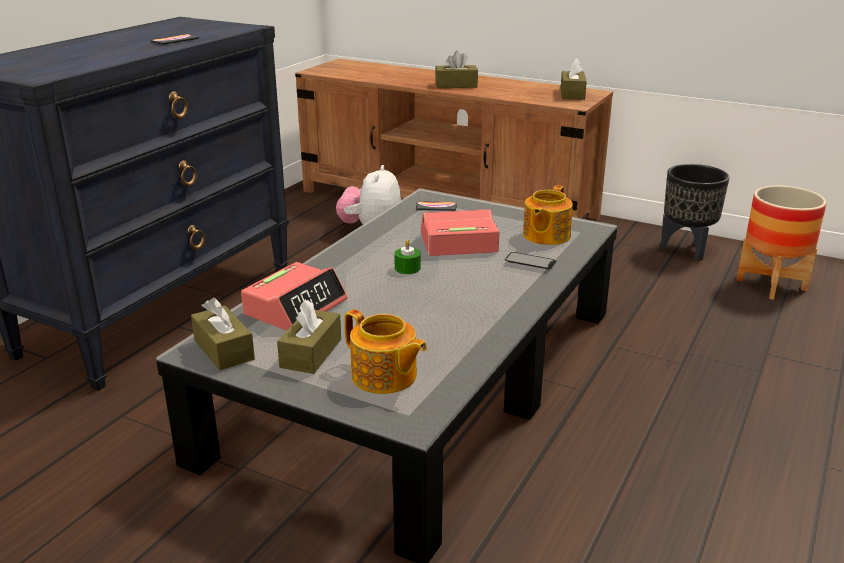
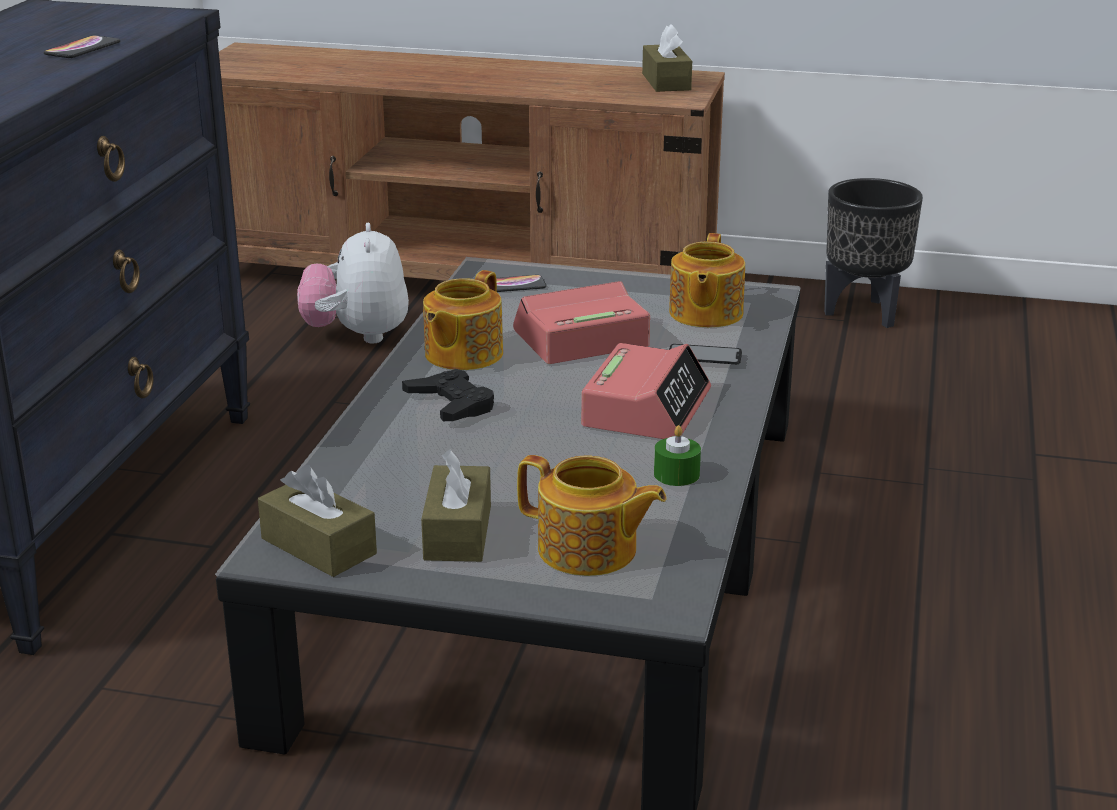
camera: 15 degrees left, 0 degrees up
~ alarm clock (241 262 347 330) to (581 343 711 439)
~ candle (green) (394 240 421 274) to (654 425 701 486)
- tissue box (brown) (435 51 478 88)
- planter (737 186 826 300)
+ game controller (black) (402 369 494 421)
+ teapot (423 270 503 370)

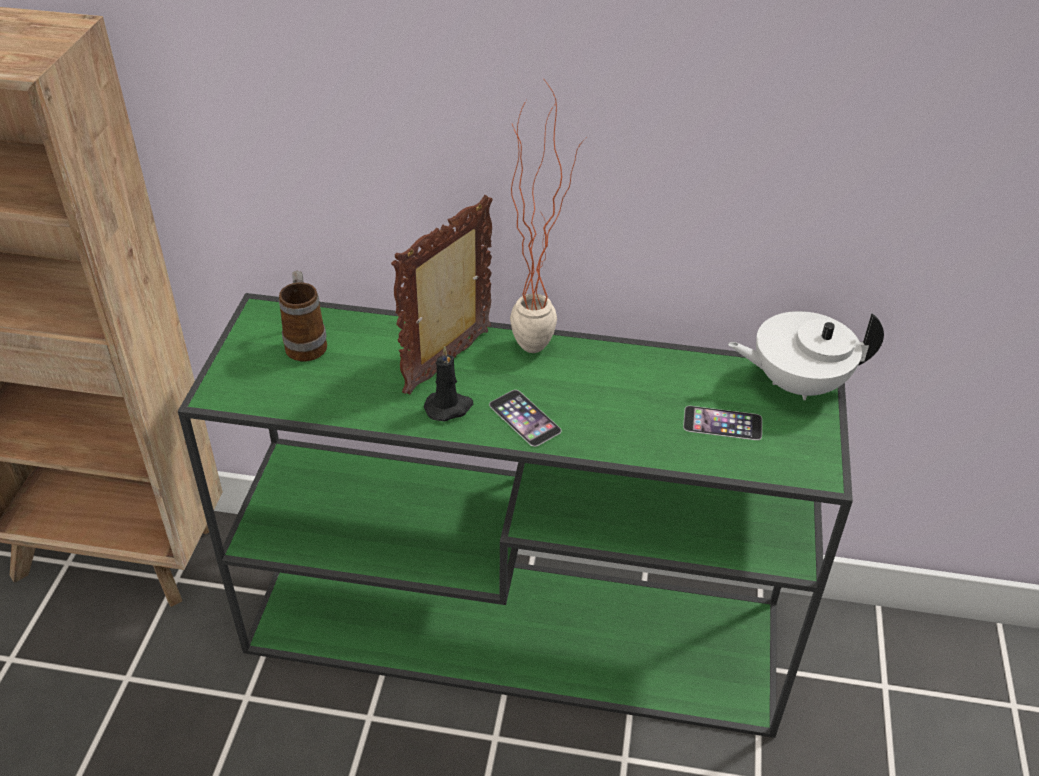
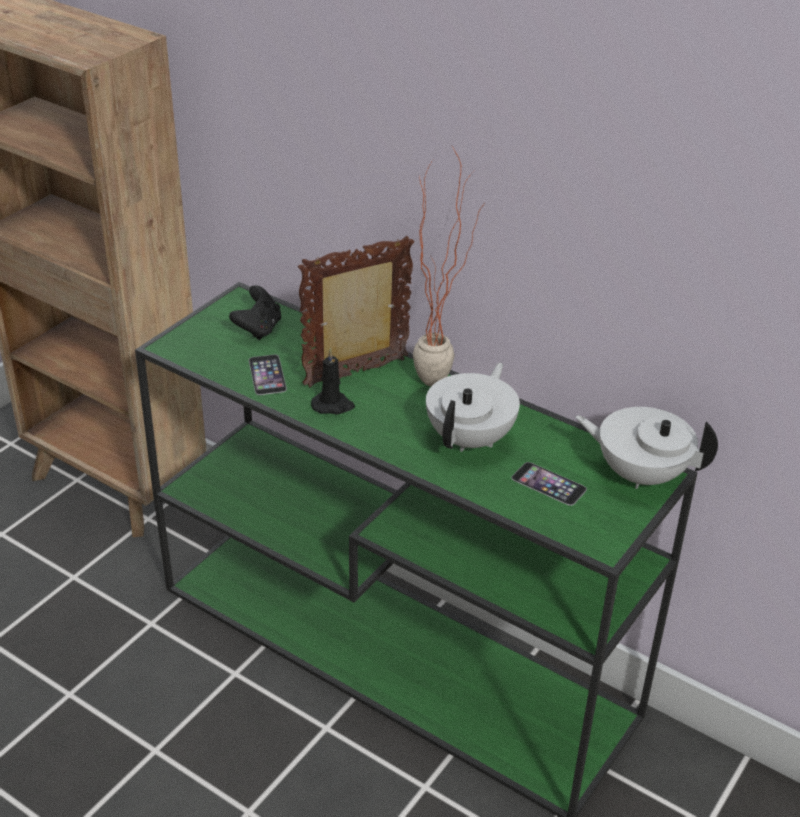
camera: 25 degrees right, 5 degrees down
~ mug (279 271 327 361) to game controller (black) (229 285 281 340)
~ phone (489 390 561 447) to (249 355 287 395)
+ teapot (white) (426 363 520 452)

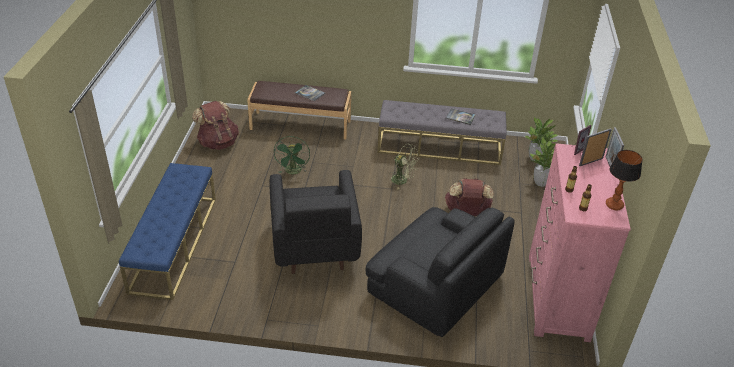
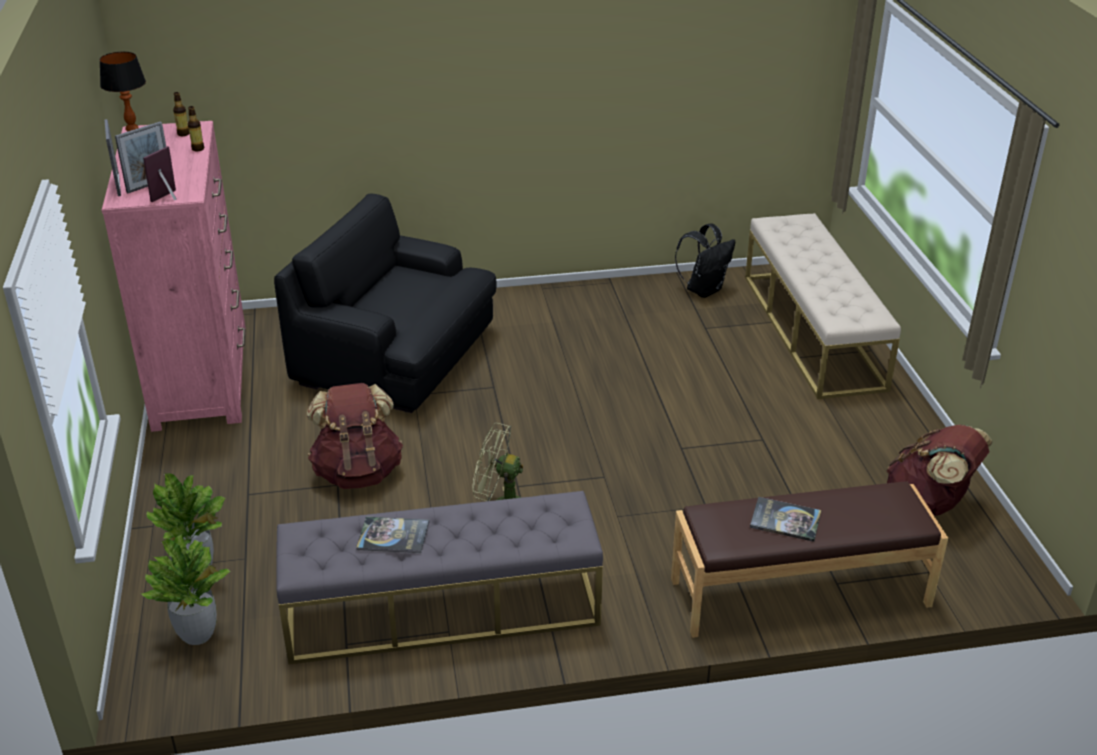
camera: 165 degrees right, 5 degrees down
~ bench (blue) (119 163 216 300) to bench (beige) (745 213 901 399)
- armchair (black) (270 170 362 274)
- fan (green) (274 136 310 174)
+ backpack (black) (675 224 735 298)

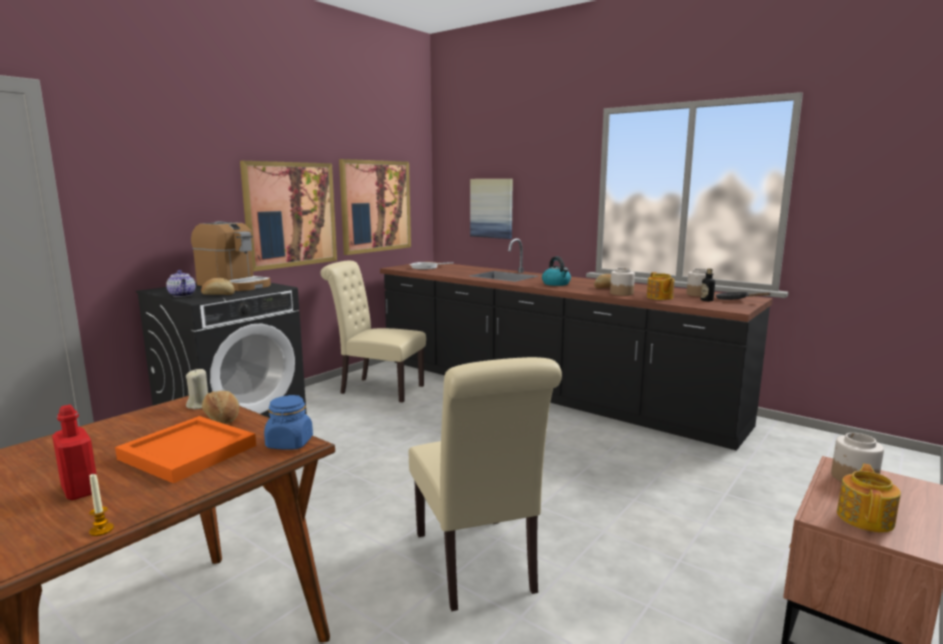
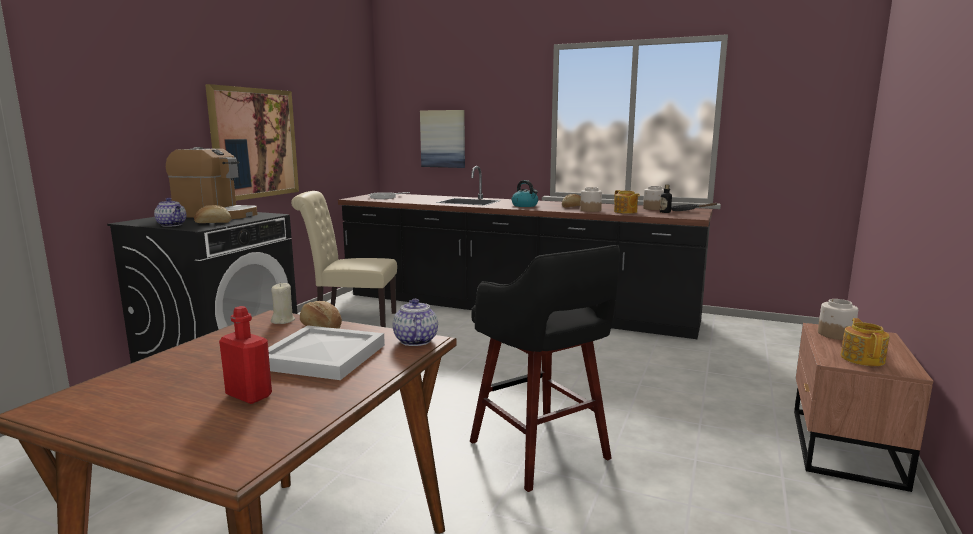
camera: 15 degrees left, 0 degrees up
- candle (89 473 114 536)
~ tray (orange) (115 416 256 483) to tray (white) (268 325 385 380)
~ jar (blue) (264 395 313 450) to teapot (393 299 438 346)
- picture (339 159 411 255)
~ chair (beige) (409 357 562 611) to stool (black) (470 245 620 492)

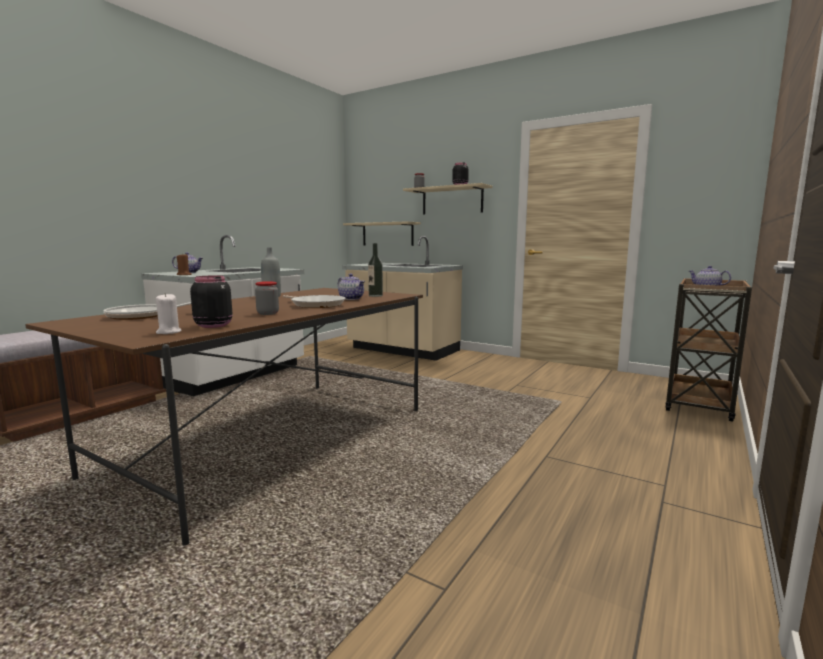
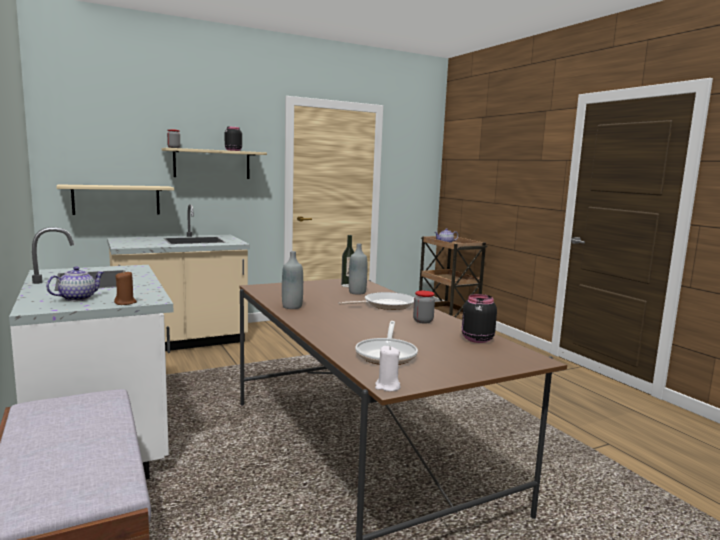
camera: 60 degrees left, 0 degrees up
~ candle (white) (156 293 182 334) to (375 346 401 391)
~ teapot (338 274 365 300) to bottle (grey) (349 243 367 295)

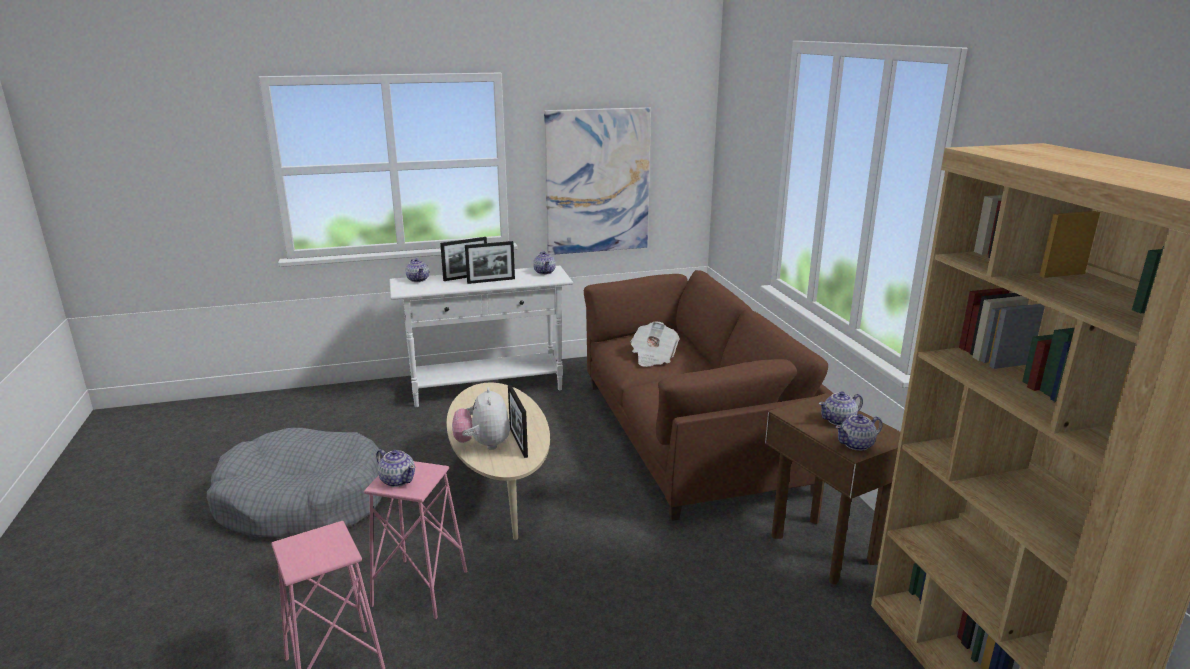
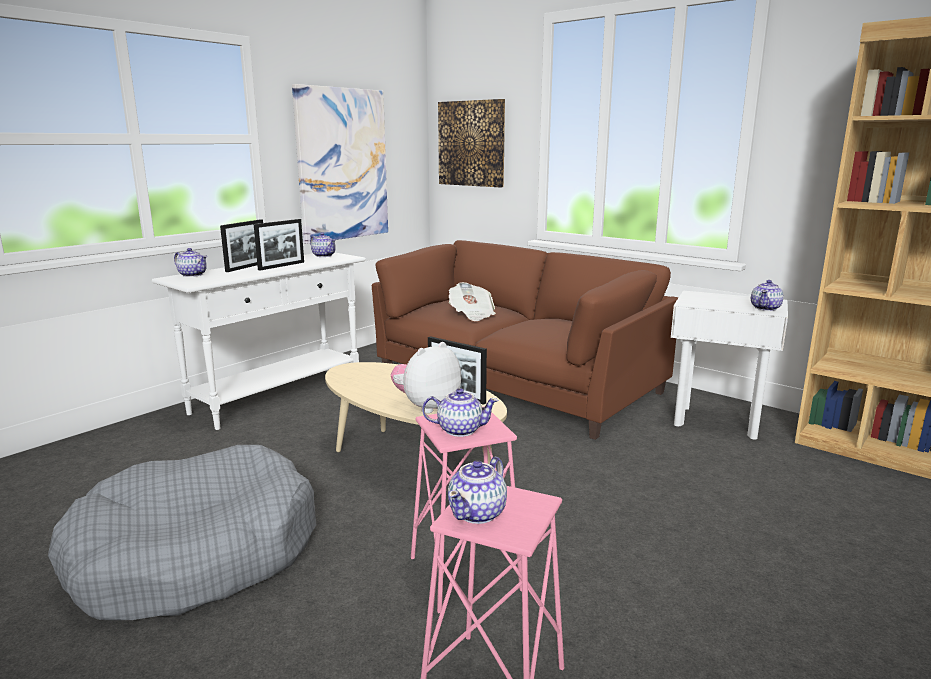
camera: 35 degrees left, 5 degrees down
~ plush toy (452 387 510 450) = (391 342 461 414) 90 degrees clockwise
~ side table (brown) (765 393 901 584) to side table (white) (671 291 788 440)
~ teapot (819 391 863 425) to (448 456 507 524)
+ picture (438 99 505 187)

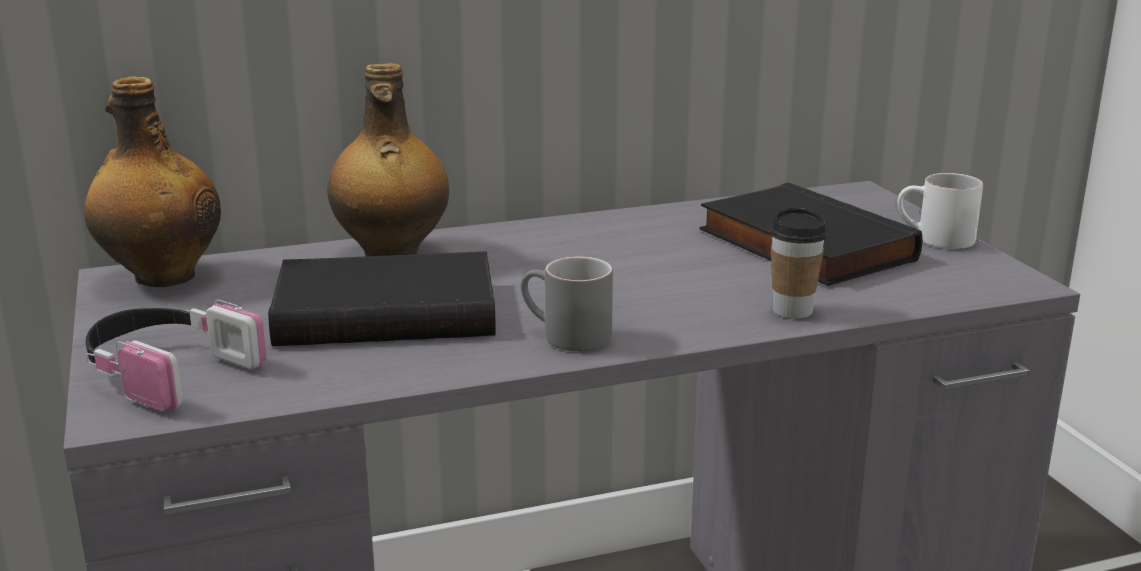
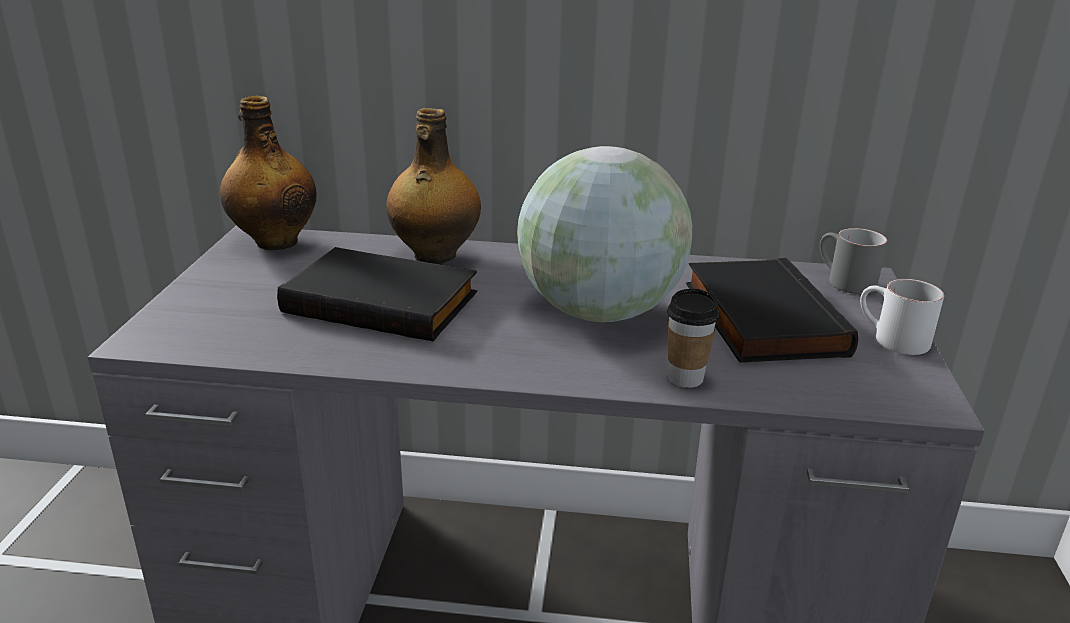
camera: 25 degrees right, 5 degrees up
- headphones (86 300 266 411)
~ mug (grey) (521 256 613 351) to (820 228 888 294)
+ globe (517 146 692 322)

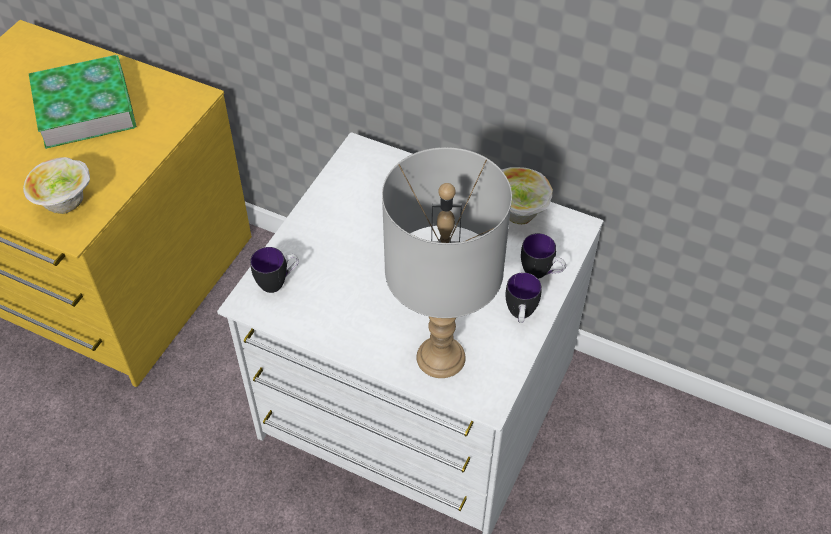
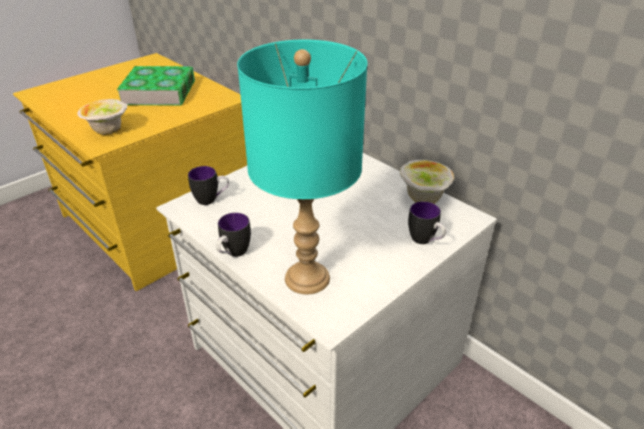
camera: 20 degrees right, 15 degrees down
~ table lamp (grey) (382 147 512 378) to table lamp (turquoise) (237 40 367 294)
~ mug (505 272 542 323) to (216 213 251 257)

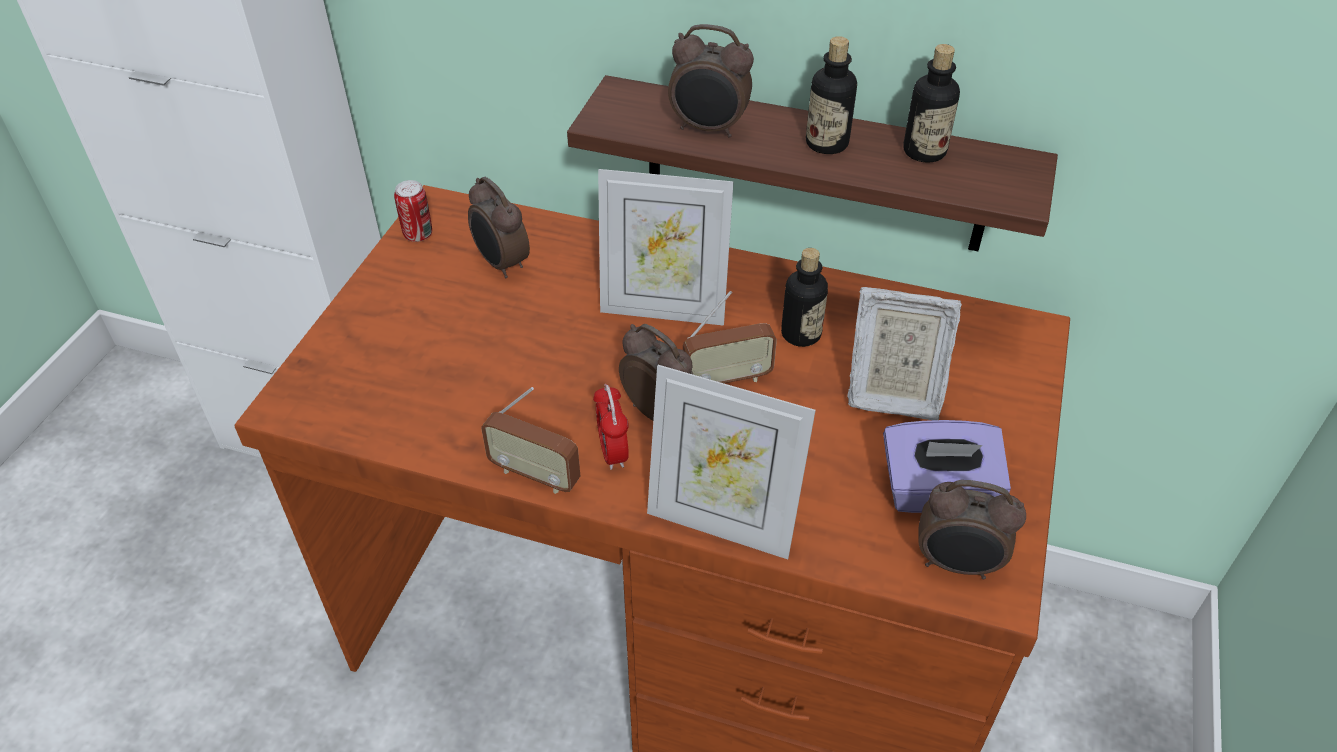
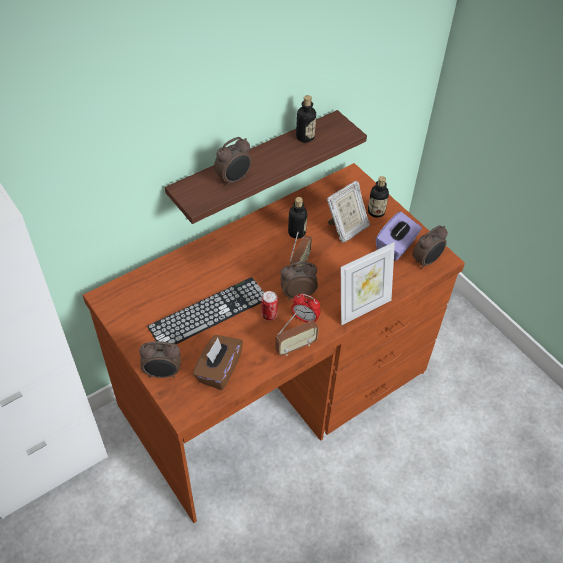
camera: 55 degrees left, 5 degrees up
~ can (394 180 432 242) to (261 291 278 321)
~ alarm clock (468 177 530 278) to (139 341 181 378)
- picture frame (598 169 734 326)
~ bottle (806 36 857 154) to (368 176 389 218)
+ keyboard (147 277 264 344)
+ tissue box (brown) (193 335 243 390)

